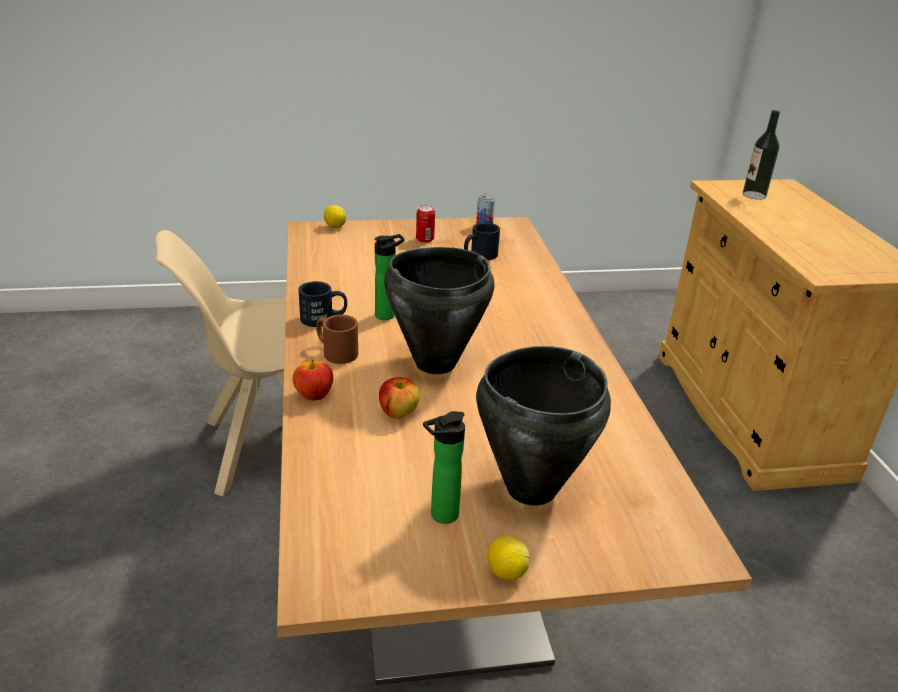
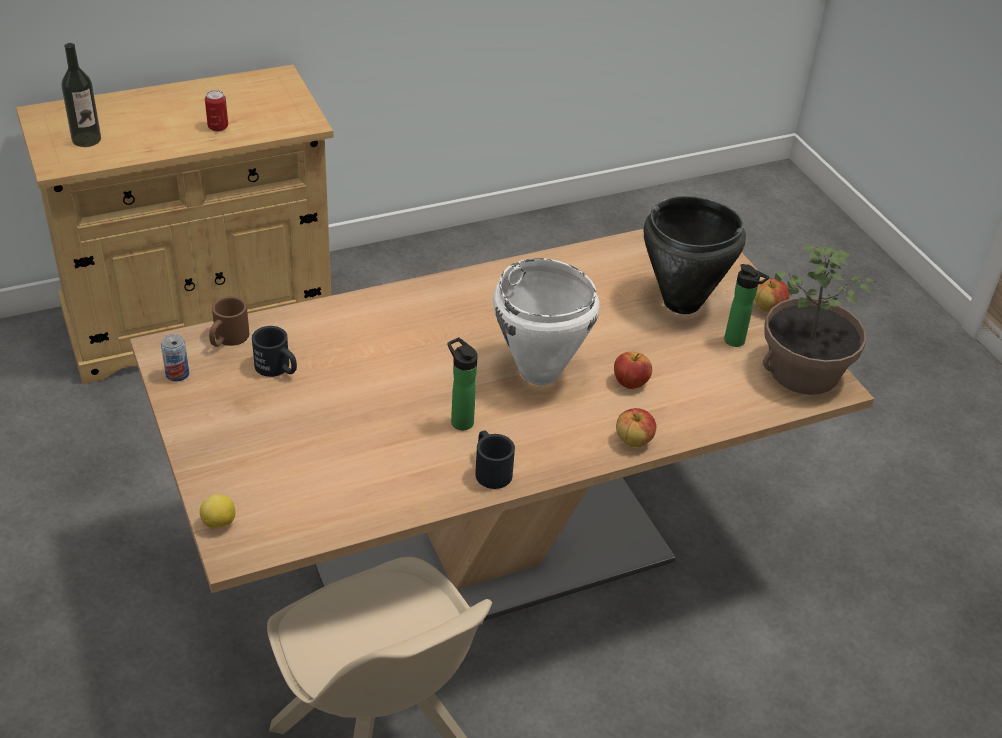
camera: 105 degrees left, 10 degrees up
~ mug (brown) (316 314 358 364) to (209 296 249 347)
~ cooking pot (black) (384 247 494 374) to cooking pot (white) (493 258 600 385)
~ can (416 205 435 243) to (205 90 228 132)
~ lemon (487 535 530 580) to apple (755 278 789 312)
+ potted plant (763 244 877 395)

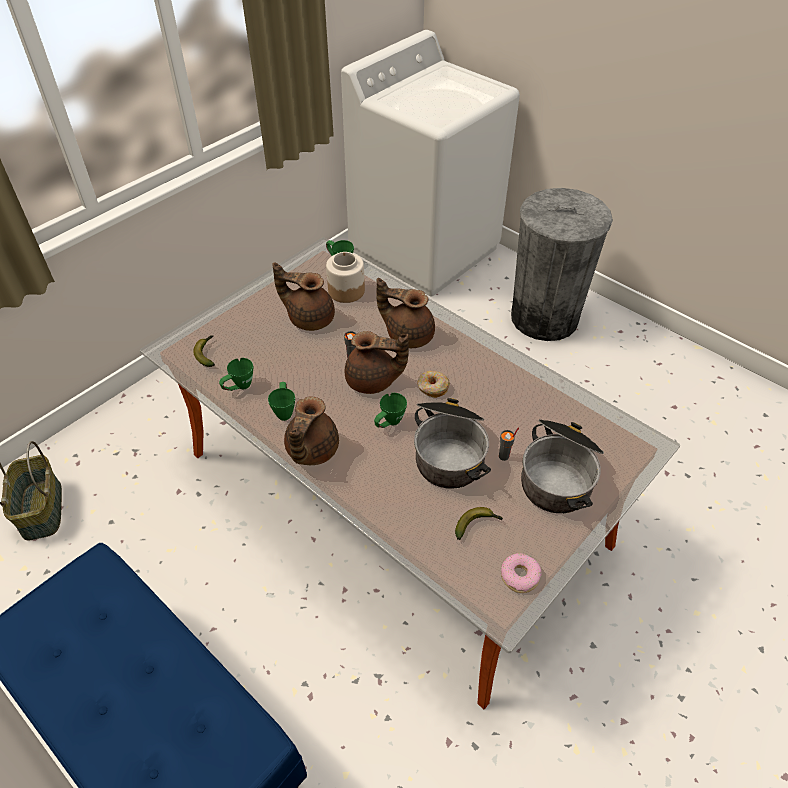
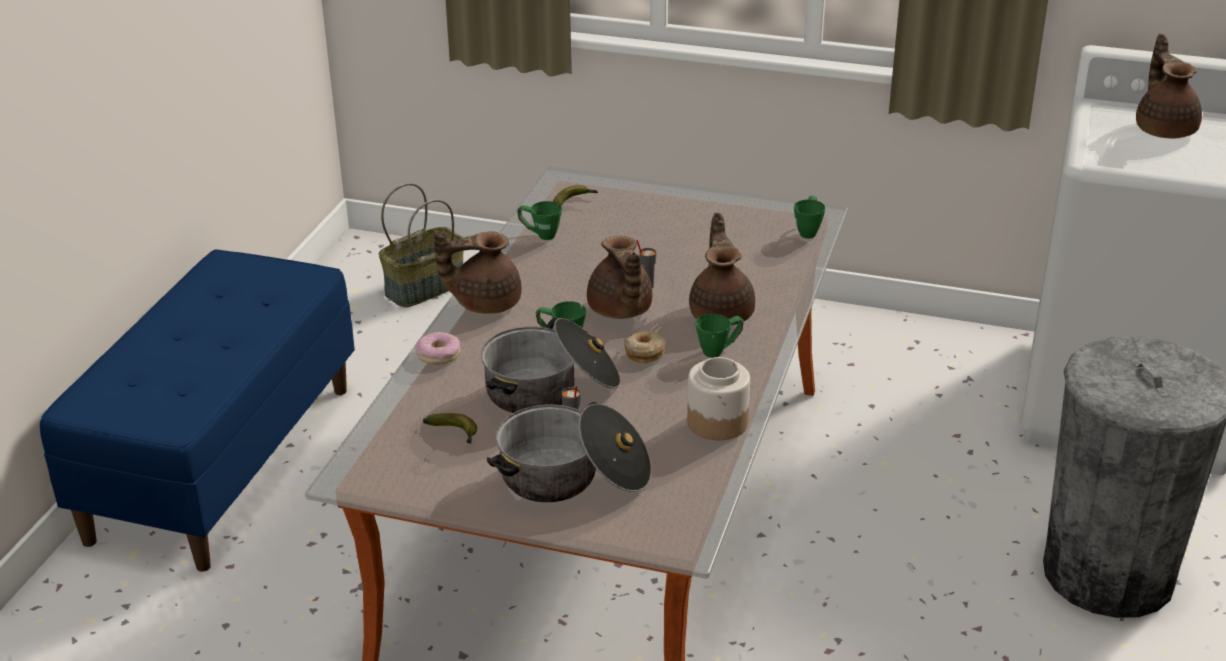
camera: 65 degrees right, 15 degrees down
~ mug (green) (268 382 295 421) to (696 314 744 358)
~ teapot (brown) (272 262 335 331) to (1136 34 1202 139)
~ jar (326 252 365 303) to (687 357 750 440)
~ donut (501 553 541 593) to (415 332 460 365)

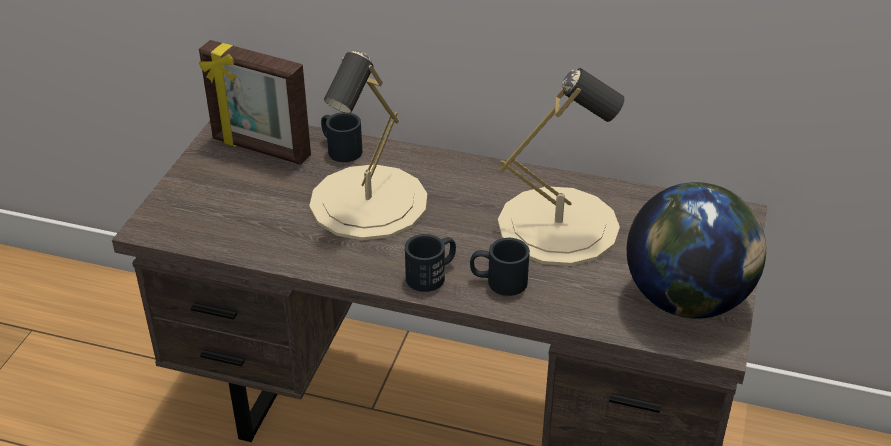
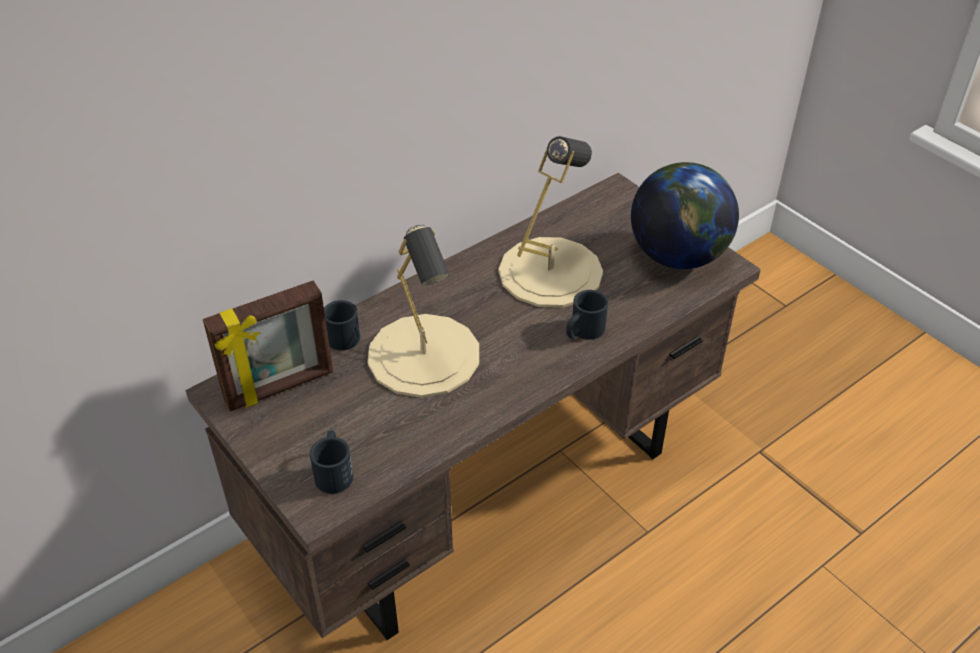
camera: 55 degrees left, 5 degrees up
~ mug (black) (405 234 456 292) to (310 430 353 494)

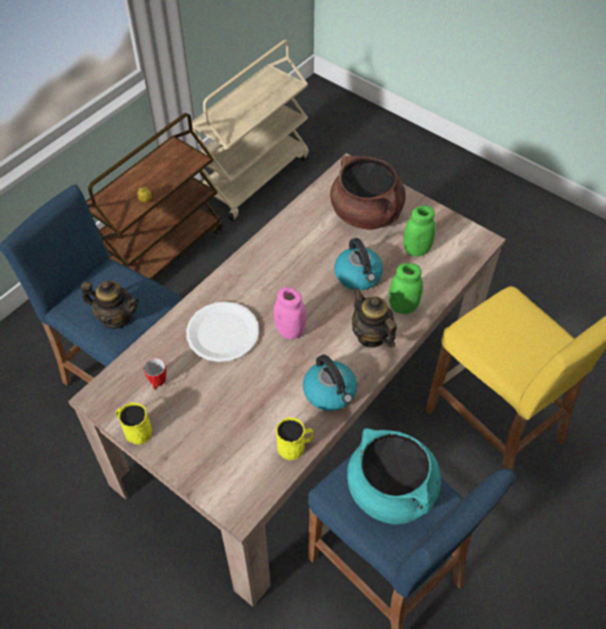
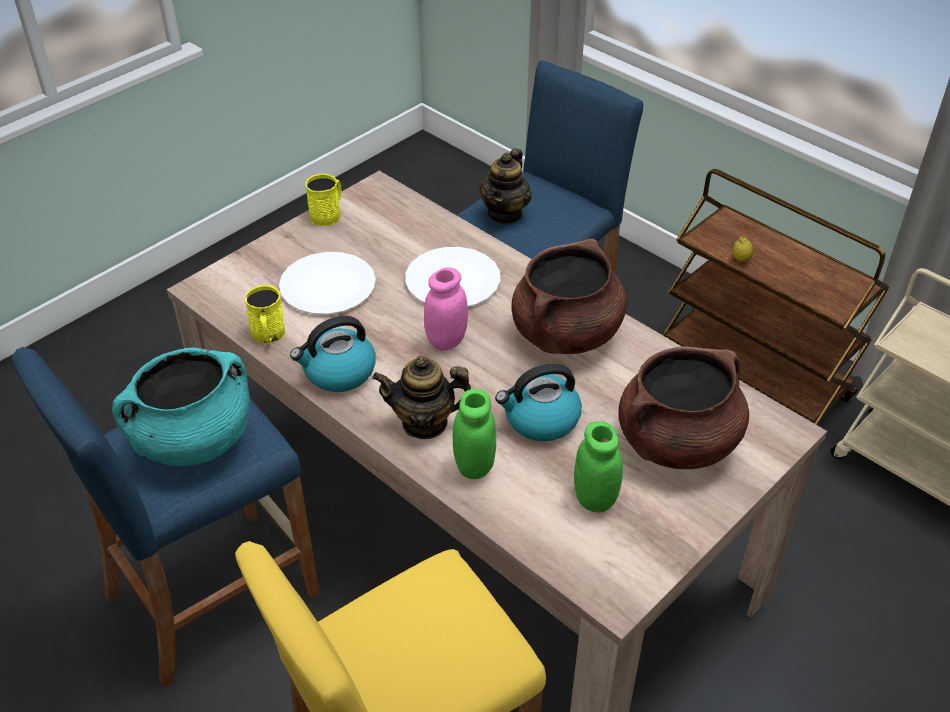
camera: 95 degrees right, 10 degrees down
- mug (143 358 166 390)
~ teapot (352 287 397 348) = (372 356 471 439) 150 degrees counterclockwise
+ plate (white) (279 252 376 315)
+ cooking pot (brown) (511 239 627 354)

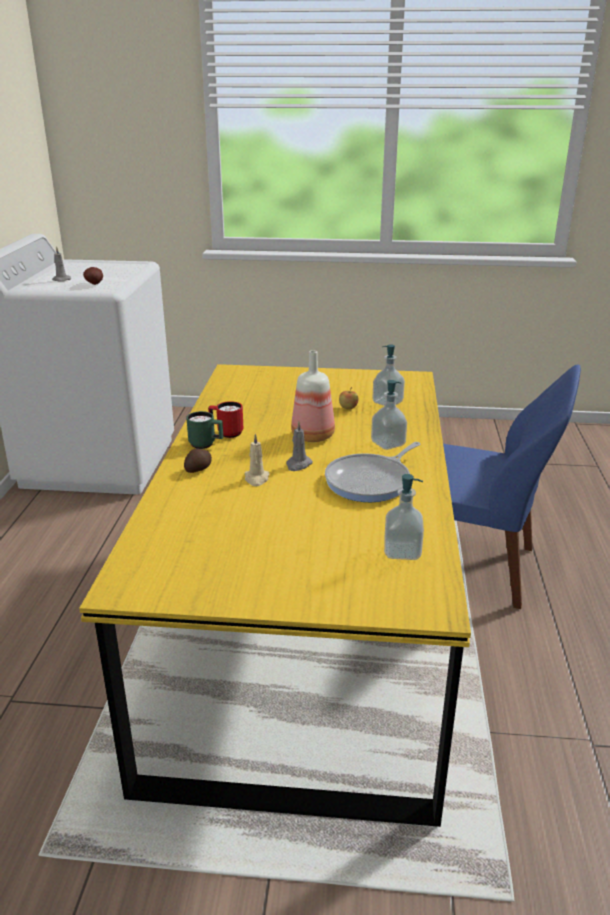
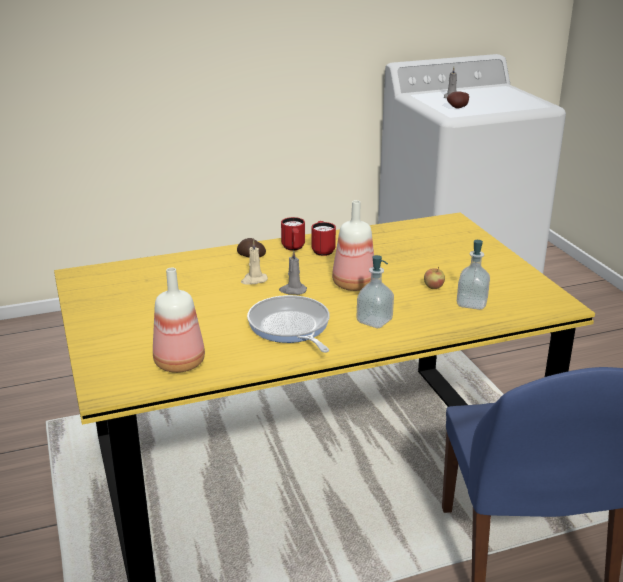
camera: 65 degrees right, 0 degrees up
~ mug (green) (186 411 223 449) to mug (red) (281 217 305 251)
~ frying pan (325 442 421 502) = (247 295 330 353) 45 degrees clockwise
~ soap dispenser (384 474 424 560) to bottle (153 267 205 373)

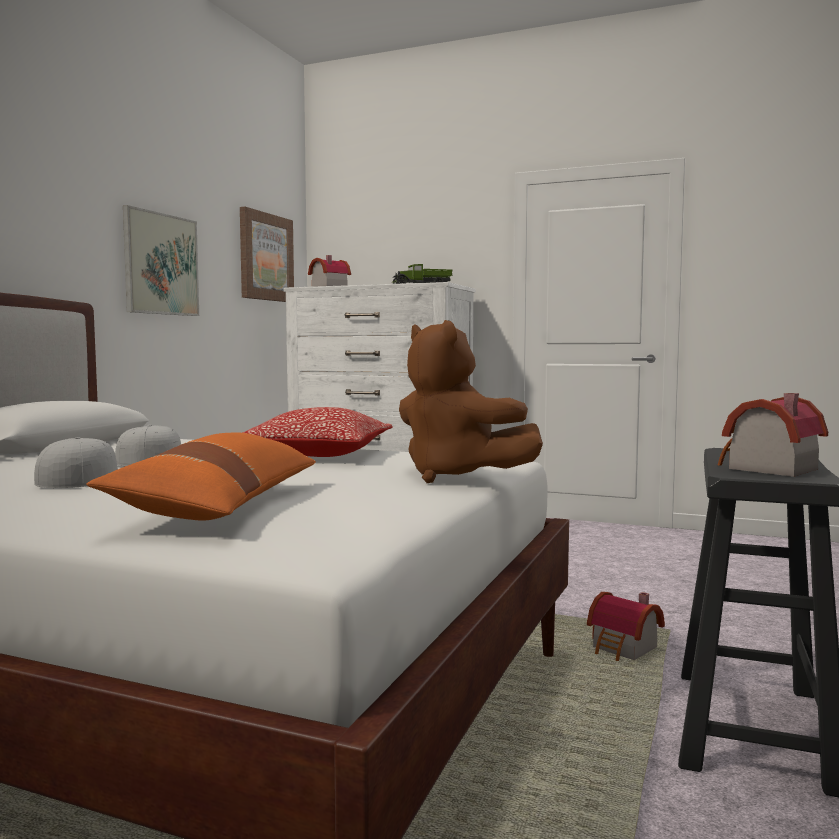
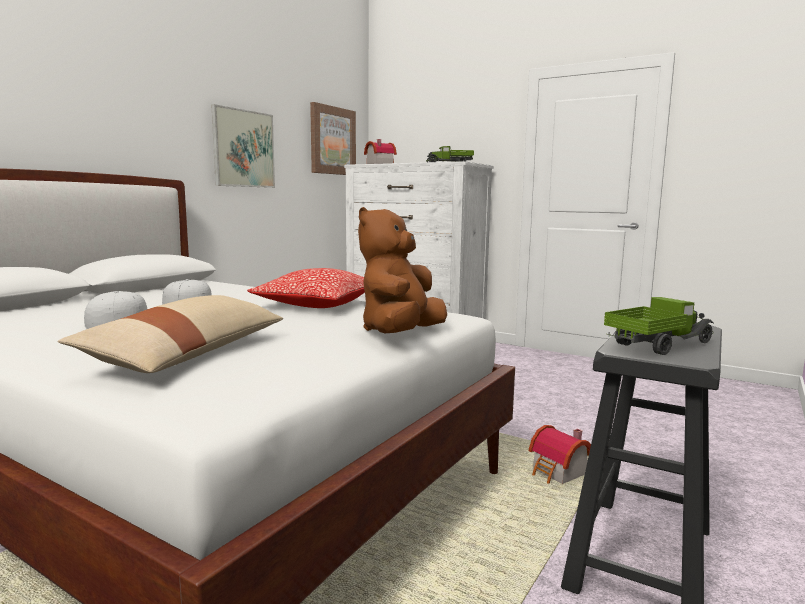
camera: 10 degrees right, 5 degrees up
~ pillow (orange) (87 432 316 521) to pillow (beige) (58 295 283 373)
~ plush toy (brown) (399 320 543 483) = (358 207 447 333) 60 degrees clockwise
~ toy house (718 393 828 477) to toy truck (604 297 714 355)

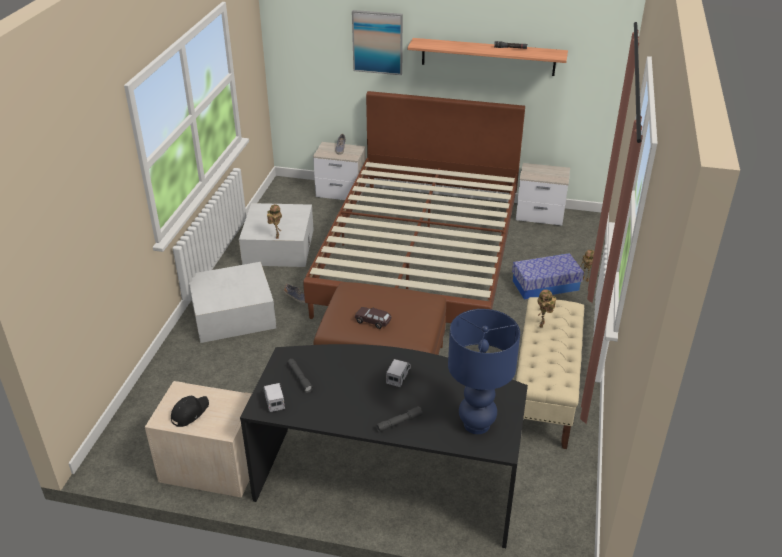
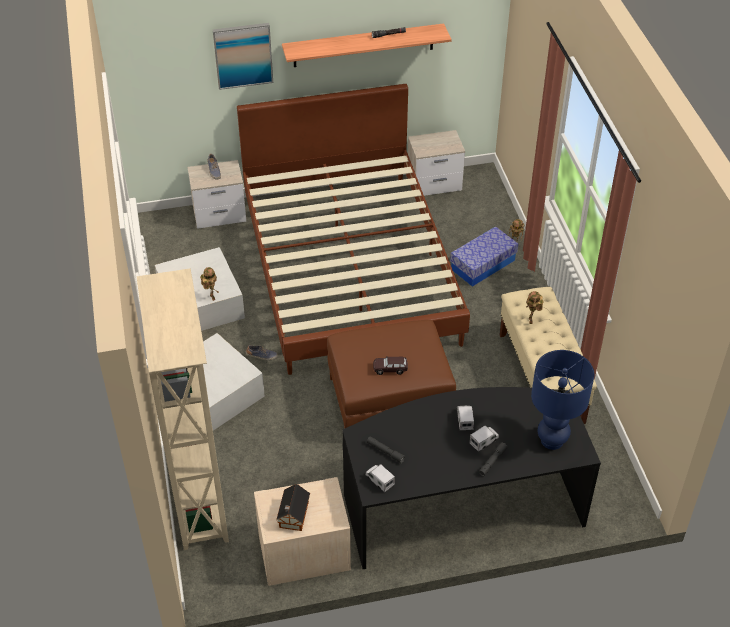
camera: 25 degrees left, 10 degrees up
~ cap (black) (171 396 209 427) to toy house (276 484 310 531)
+ bookcase (beige) (137 268 229 550)
+ toy truck (469 425 499 452)

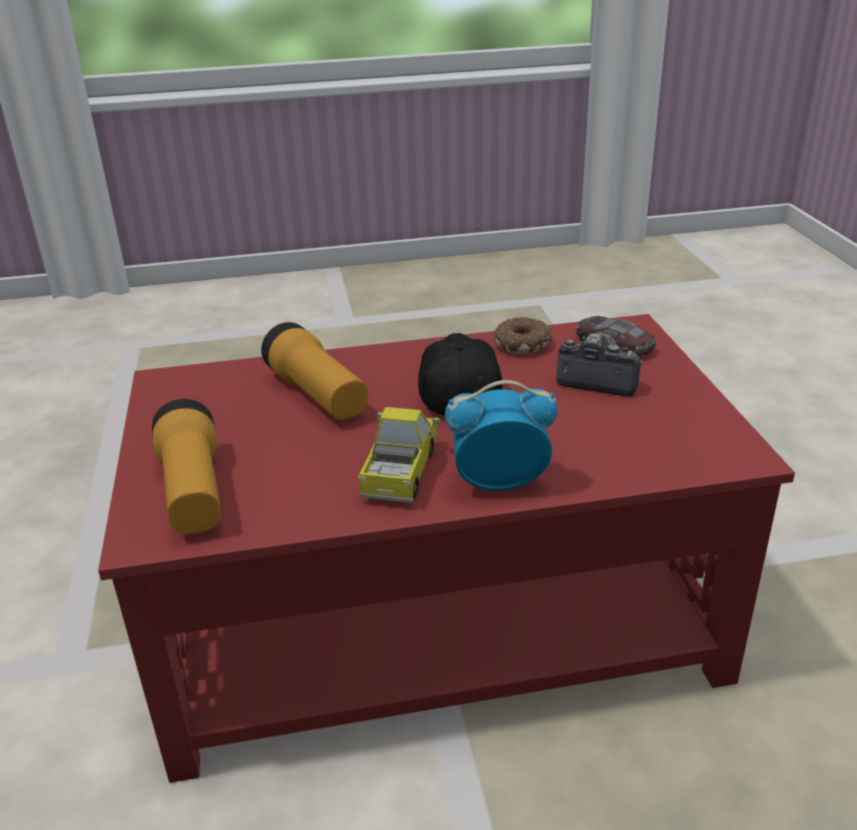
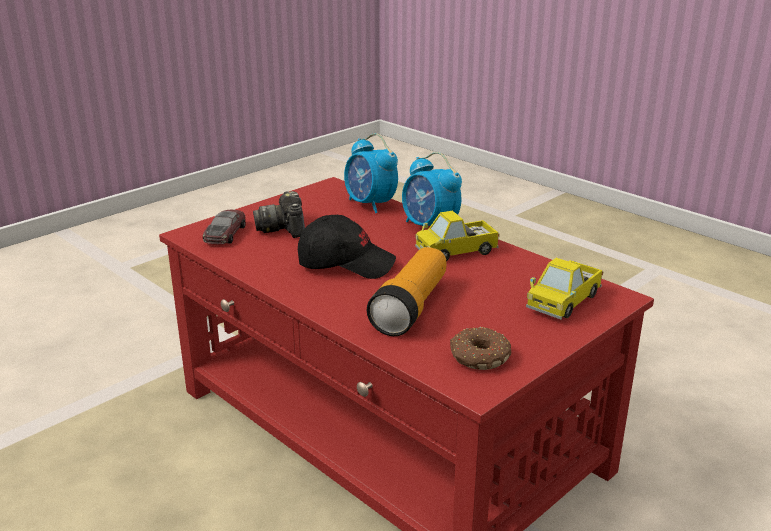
camera: 125 degrees left, 5 degrees down
~ flashlight (152 399 221 534) to toy truck (526 258 603 320)
~ cap (black) (418 333 502 416) = (298 215 396 279) 135 degrees counterclockwise
~ donut (494 317 551 354) to (450 327 511 370)
+ alarm clock (344 133 398 213)

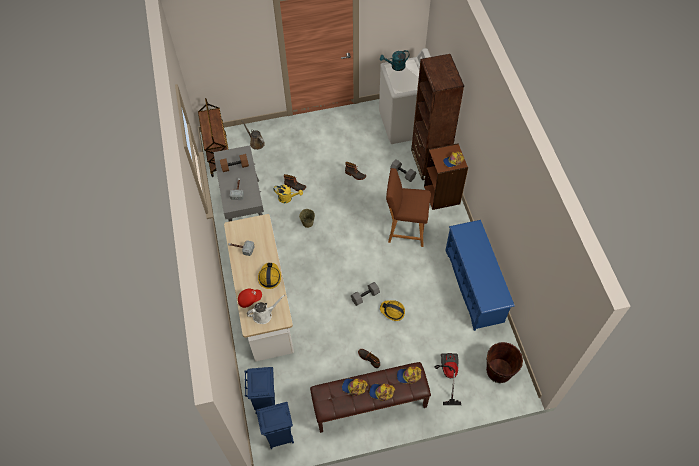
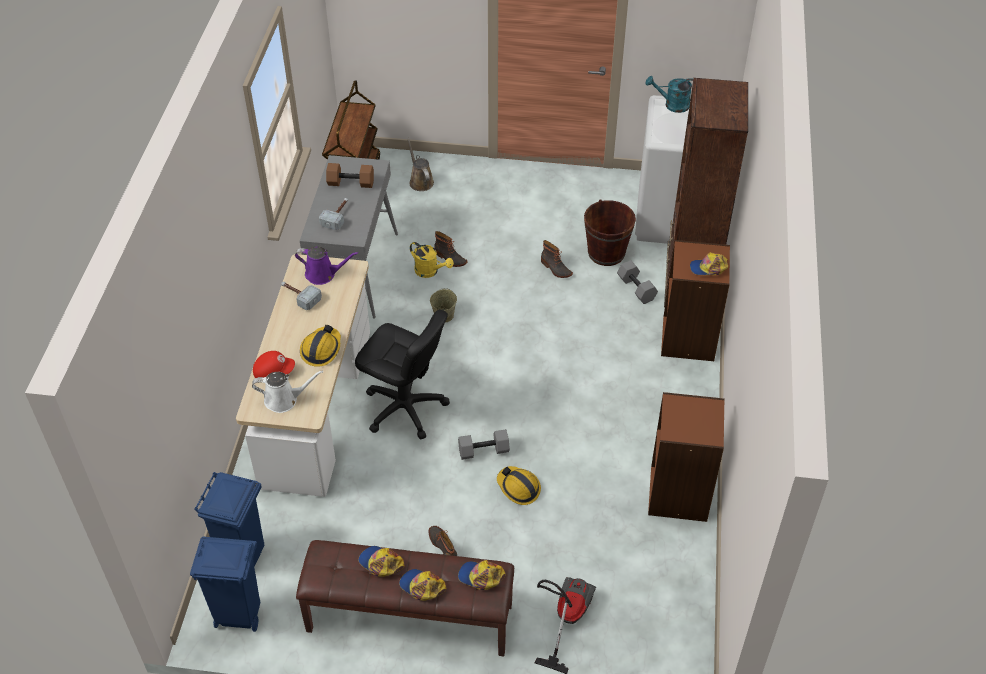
camera: 20 degrees right, 10 degrees down
- stool (brown) (386 168 431 247)
~ shoe rack (blue) (445 220 515 331) to bookcase (brown) (648 392 725 522)
~ bucket (brown) (486 342 523 383) to (584 200 636 266)
+ watering can (purple) (295 246 358 285)
+ office chair (black) (355 309 450 439)

